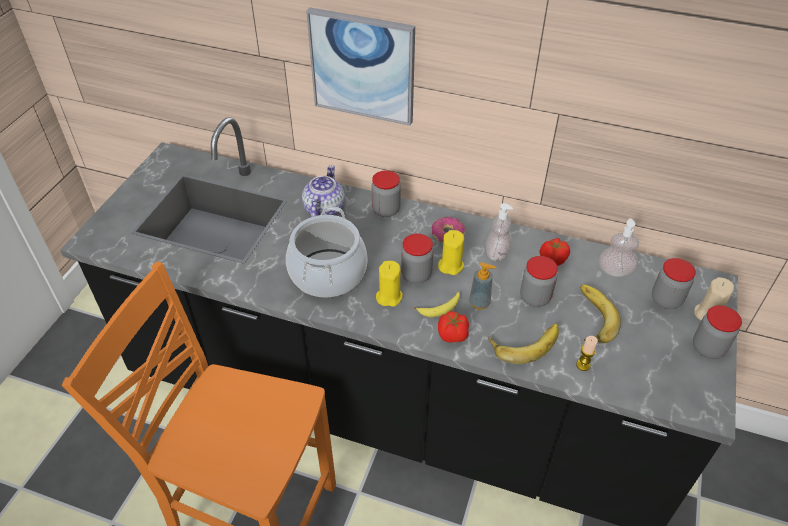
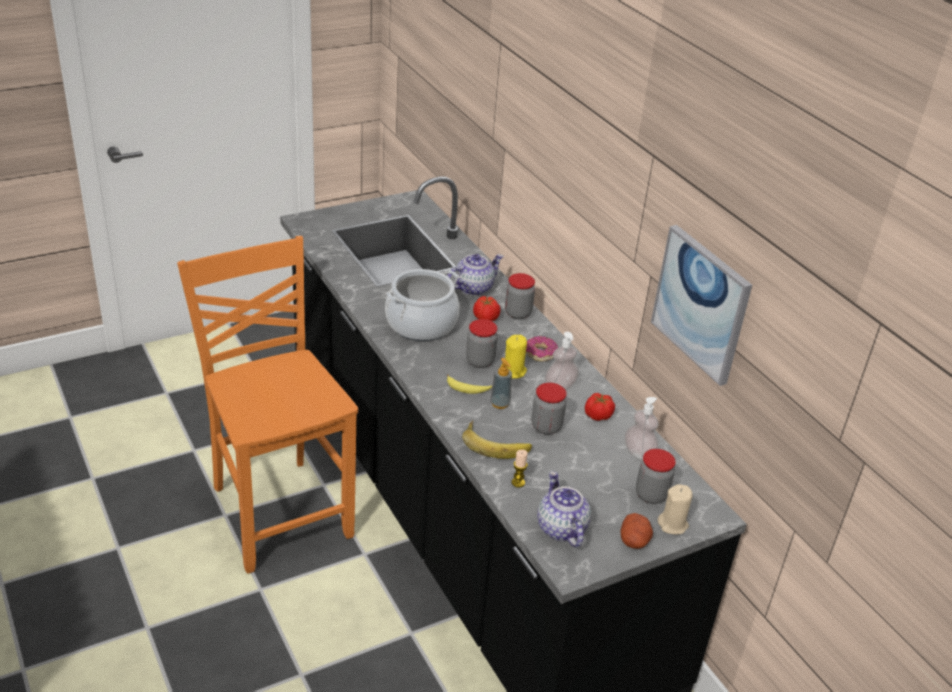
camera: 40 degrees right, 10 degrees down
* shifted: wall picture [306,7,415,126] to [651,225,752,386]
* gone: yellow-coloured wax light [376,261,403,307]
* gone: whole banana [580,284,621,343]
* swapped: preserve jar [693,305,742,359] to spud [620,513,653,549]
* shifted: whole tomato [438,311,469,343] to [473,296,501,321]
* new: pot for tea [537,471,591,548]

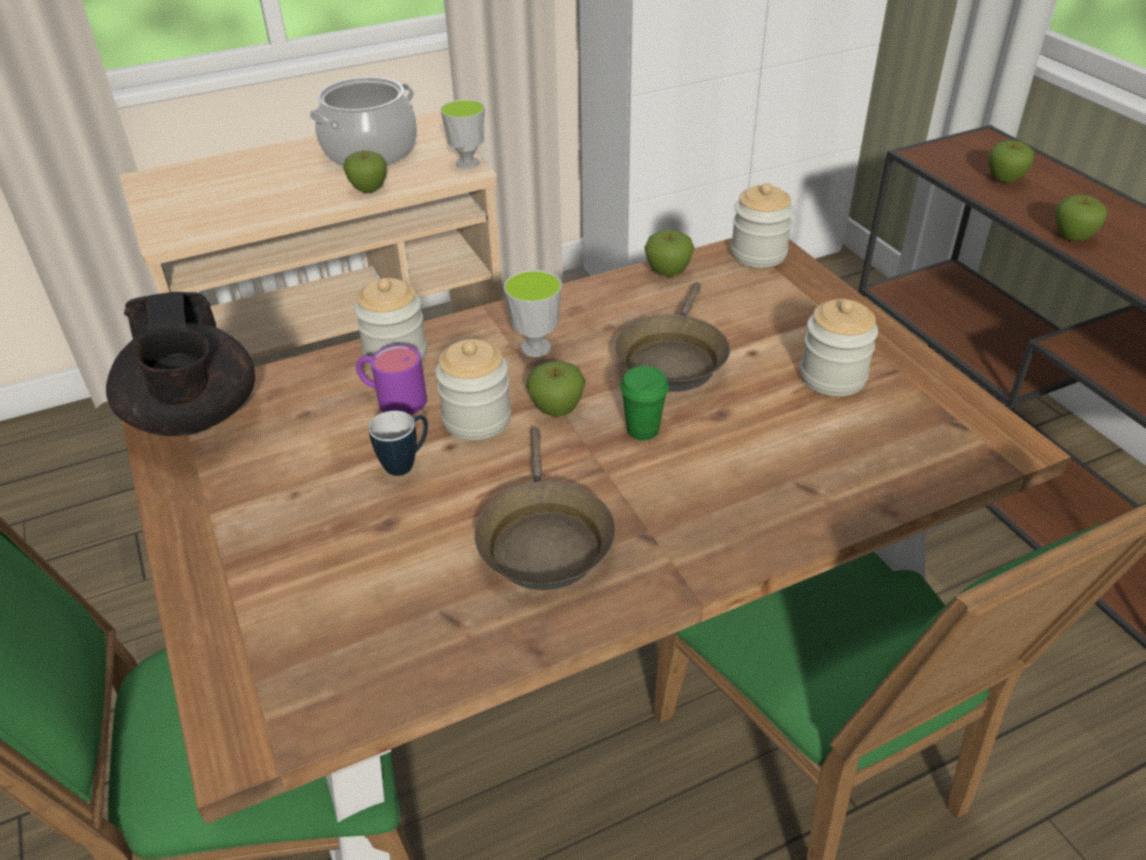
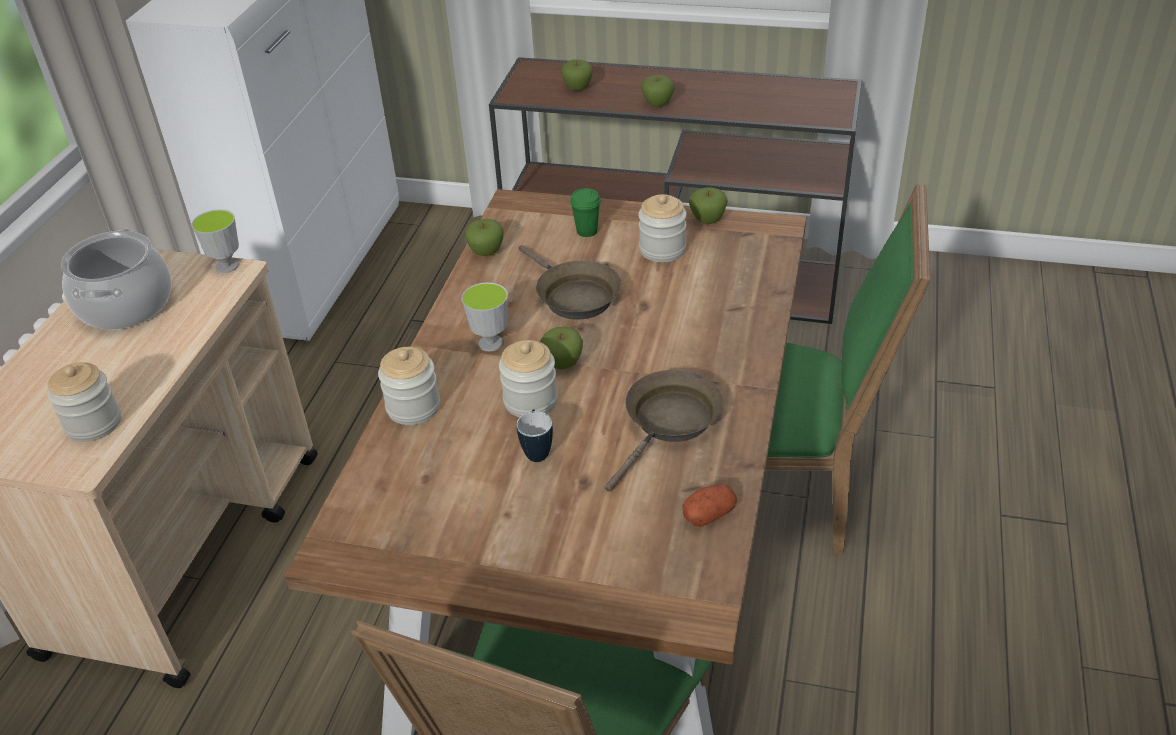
camera: 50 degrees left, 0 degrees up
* shifted: apple fruit [343,151,387,193] to [689,187,728,224]
* shifted: preserve jar [731,183,794,268] to [47,362,121,442]
* gone: blackish pot for tea [106,292,255,436]
* gone: purplish mug [356,345,427,415]
* shifted: green cup [620,366,669,440] to [570,188,601,237]
* rotated: brown pan [474,427,616,590] = [605,370,723,492] 90 degrees counterclockwise
* new: spud [682,484,737,527]

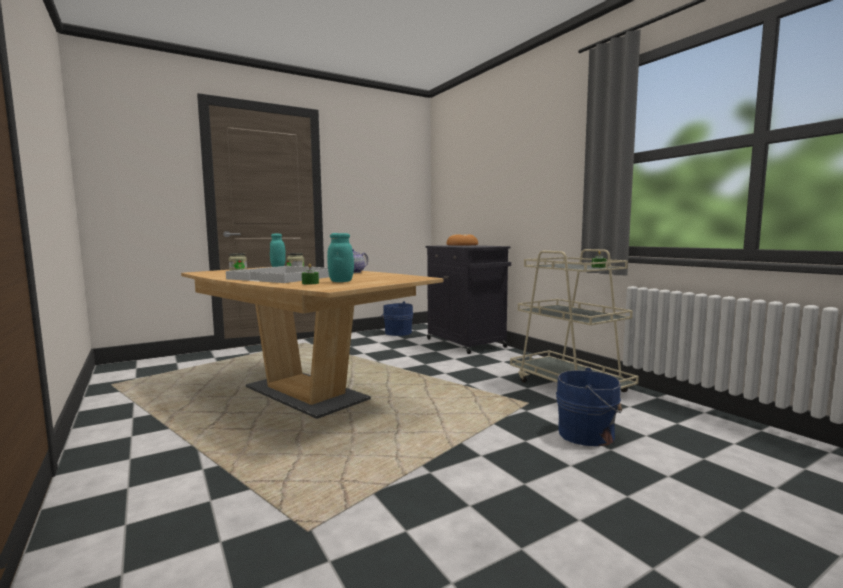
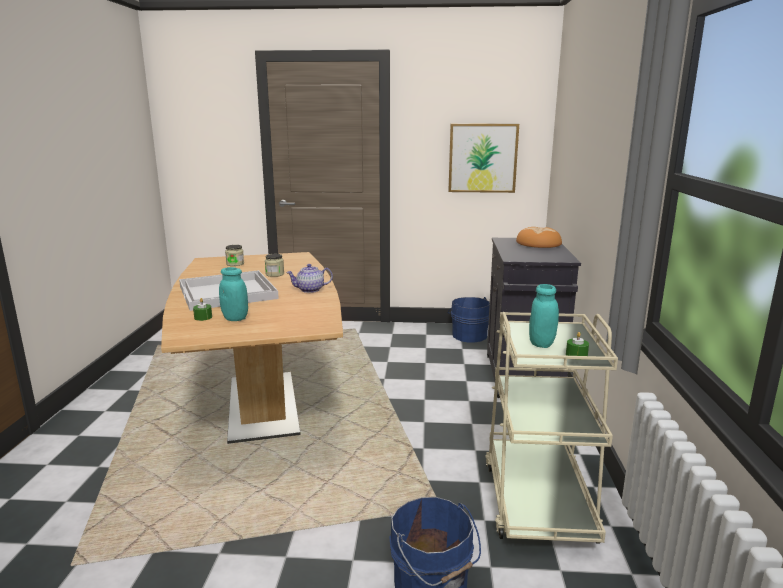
camera: 35 degrees right, 10 degrees up
* shifted: turquoise preserve jar [270,234,286,267] to [529,284,559,348]
* new: wall picture [448,124,519,193]

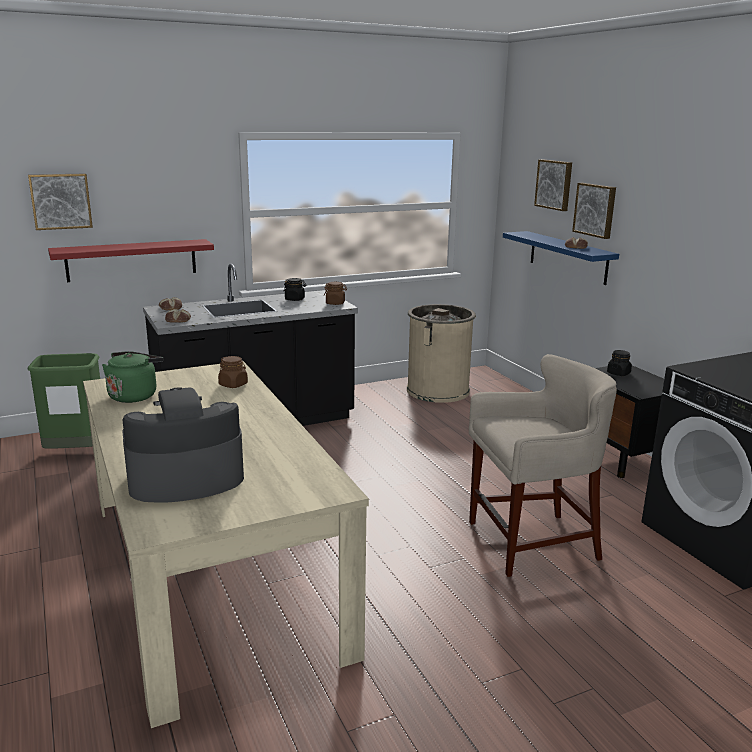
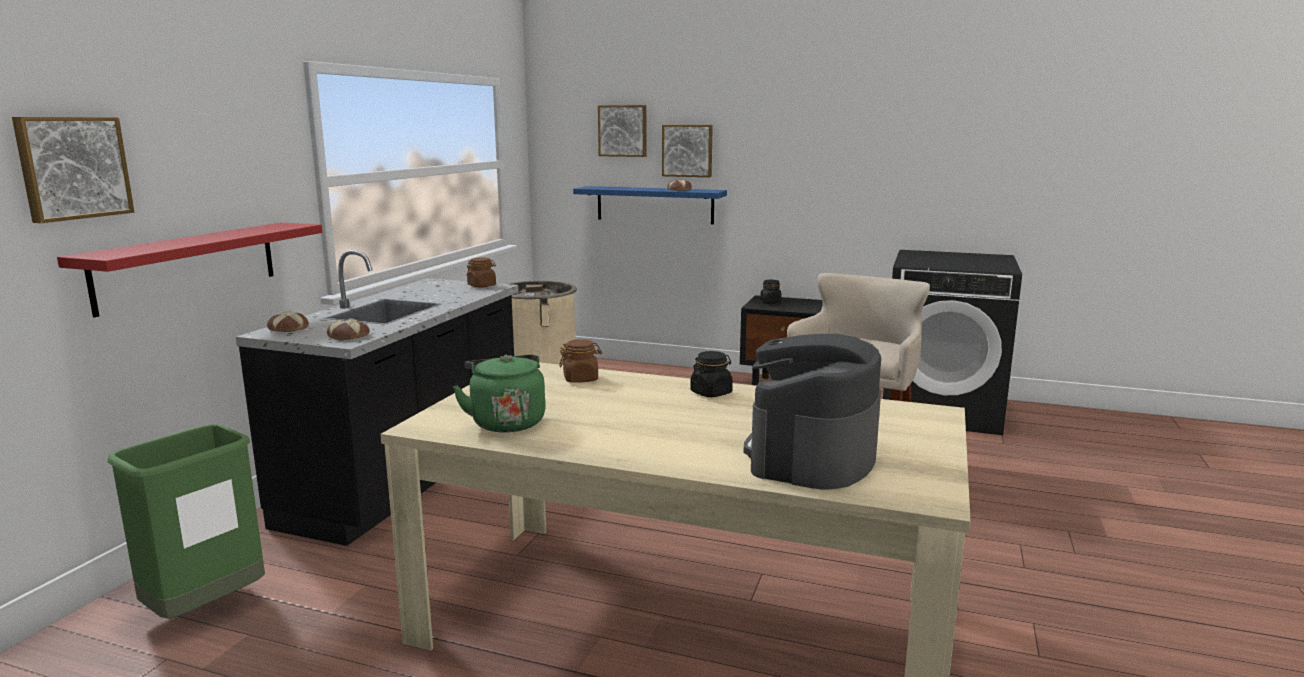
camera: 45 degrees left, 5 degrees down
* shifted: blackish preserve jar [283,278,306,301] to [690,351,733,397]

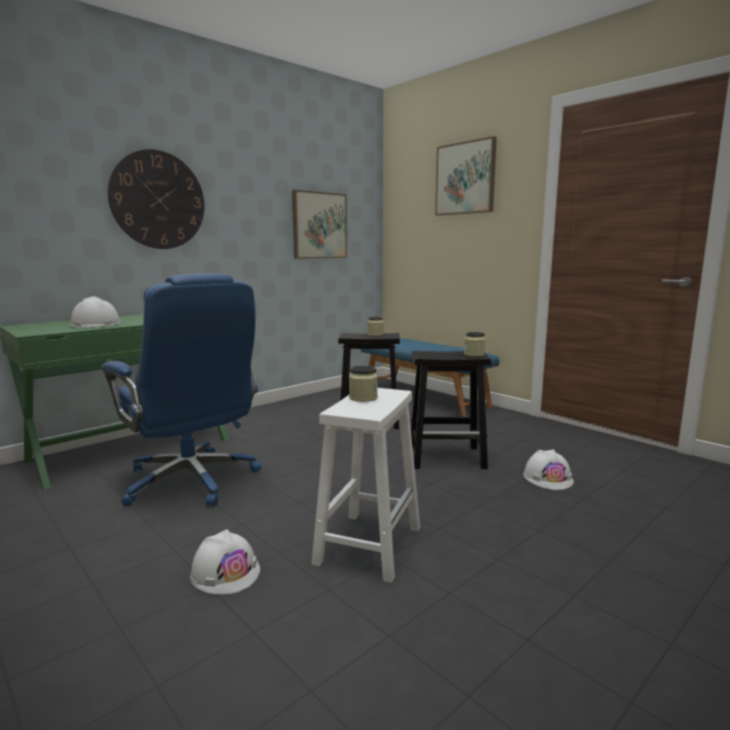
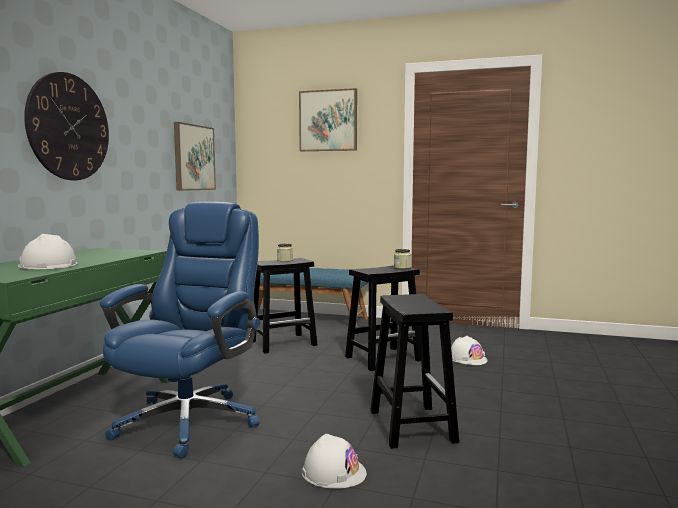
camera: 30 degrees left, 5 degrees down
* rotated: bluish office chair [101,273,261,507] = [100,202,260,458] 90 degrees counterclockwise
* gone: preserve jar [349,366,378,402]
* repainted: white-coloured stool seat [311,388,420,583] to blackish stool seat [370,294,459,449]

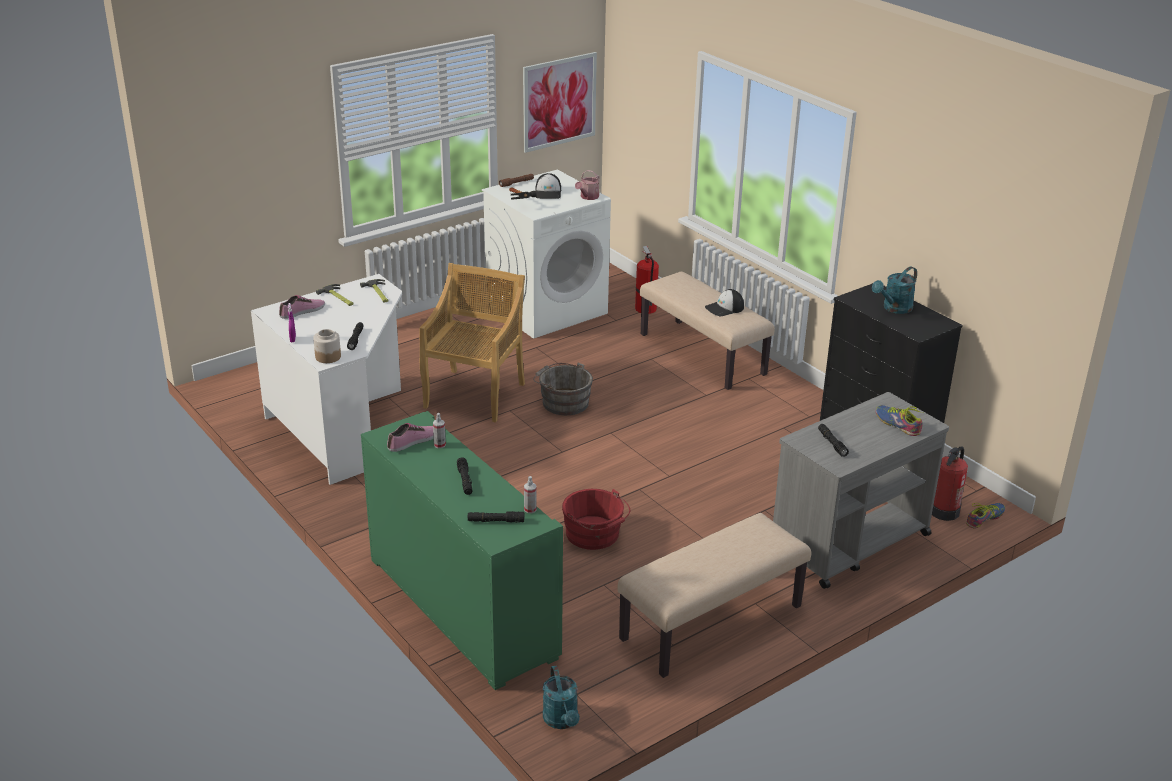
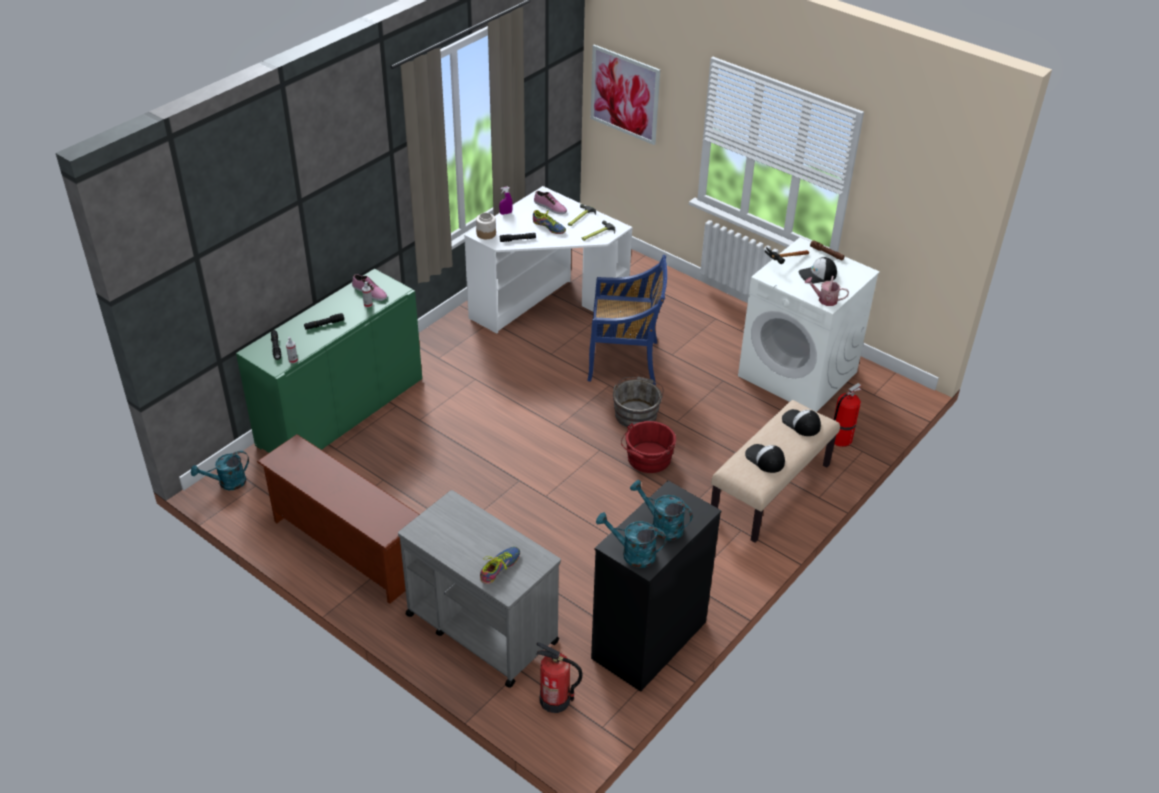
camera: 75 degrees right, 10 degrees up
* shifted: wall picture [523,52,597,153] to [591,45,660,145]
* repainted: sand-coloured chair [419,263,525,423] to bluish chair [587,255,667,385]
* gone: blackish hand torch [818,424,849,457]
* shifted: red-coloured bucket [562,489,630,550] to [621,421,676,473]
* shifted: item of footwear [966,503,1006,528] to [533,210,566,234]
* swapped: sand-coloured indoor bench [618,513,811,678] to brown shoe rack [257,434,420,604]
* new: cap [782,409,821,436]
* new: turquoise watering can [596,512,666,568]

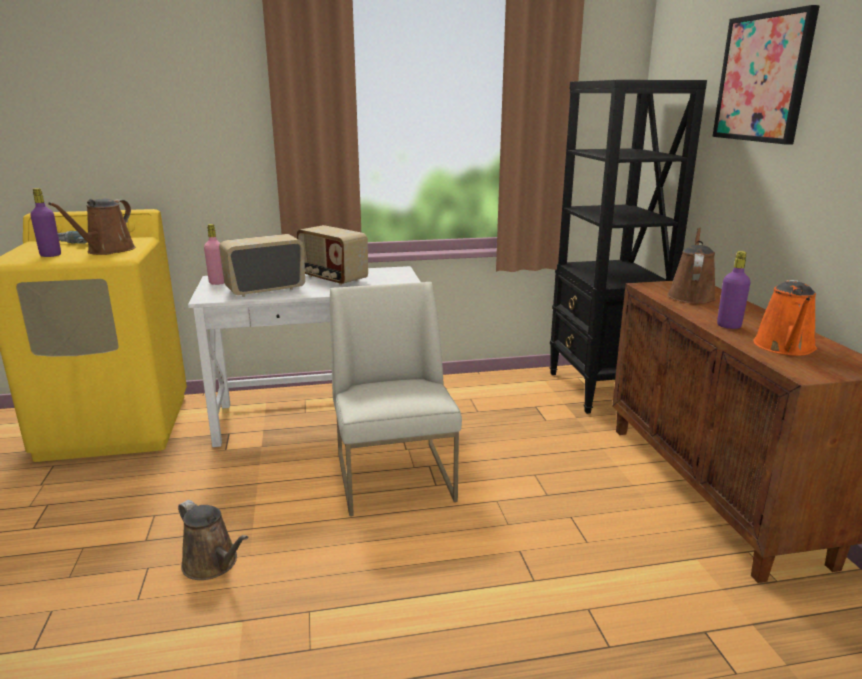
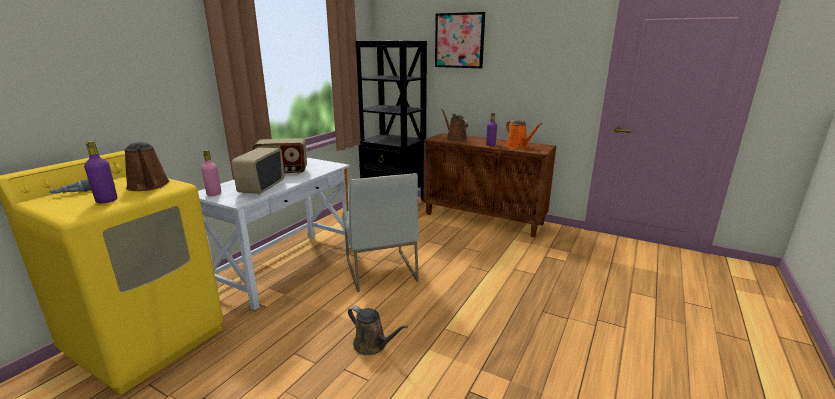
camera: 50 degrees left, 0 degrees up
* rotated: white-coloured chair [330,282,462,516] = [342,173,419,292] 135 degrees counterclockwise
* rotated: brown watering can [178,500,248,580] = [348,306,408,355] 45 degrees clockwise

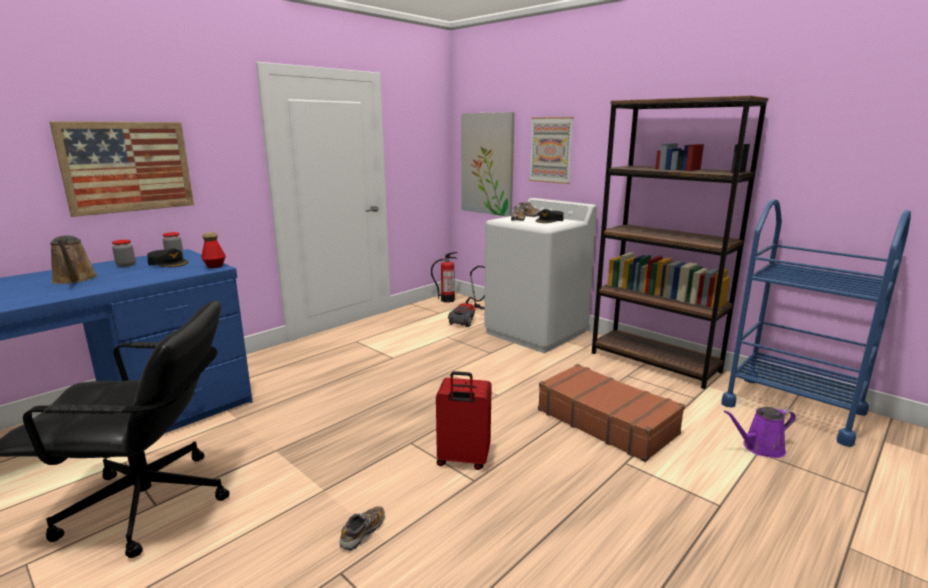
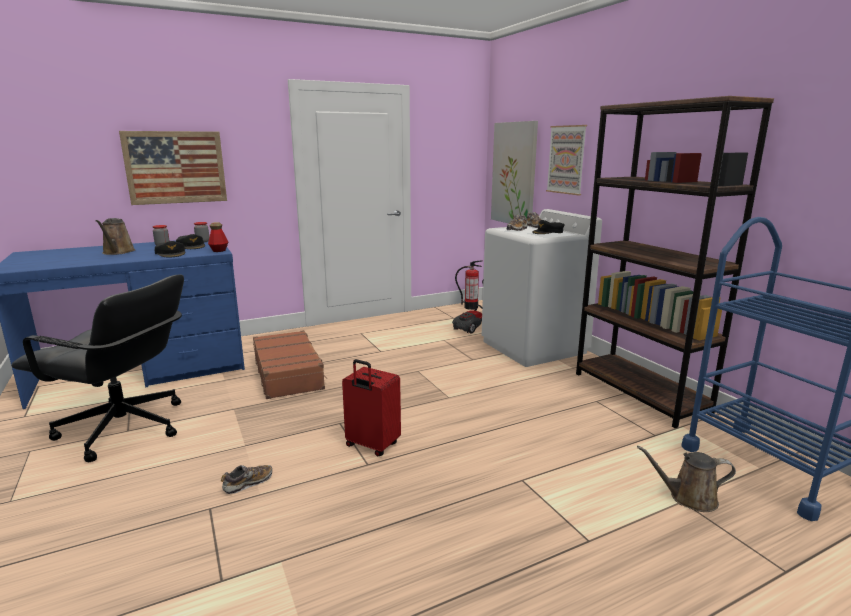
camera: 20 degrees right, 0 degrees up
* shifted: brown travel case [538,364,685,462] to [253,330,326,399]
* repainted: purplish watering can [724,407,796,458] to brown watering can [637,446,736,512]
* new: blackish cap [154,241,185,257]

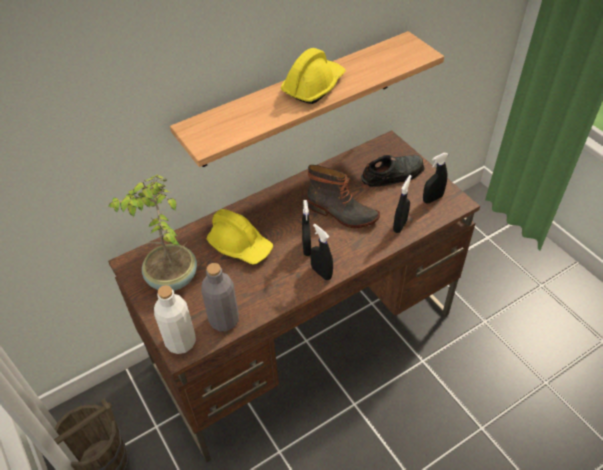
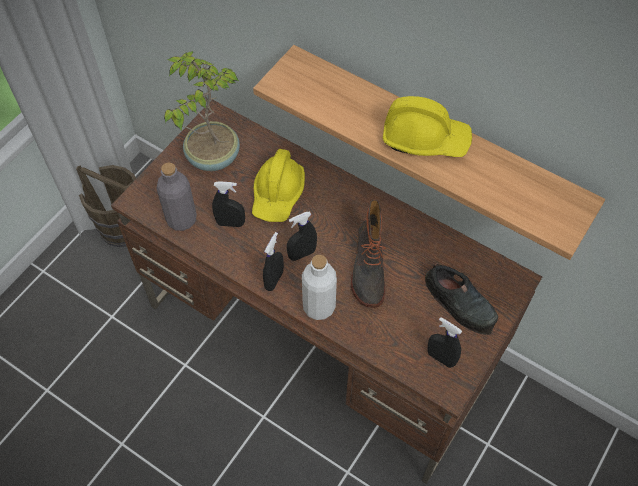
camera: 65 degrees right, 10 degrees up
* shifted: blackish sprayer [393,175,412,233] to [212,181,245,227]
* shifted: white-coloured beverage bottle [154,285,196,354] to [302,255,337,320]

